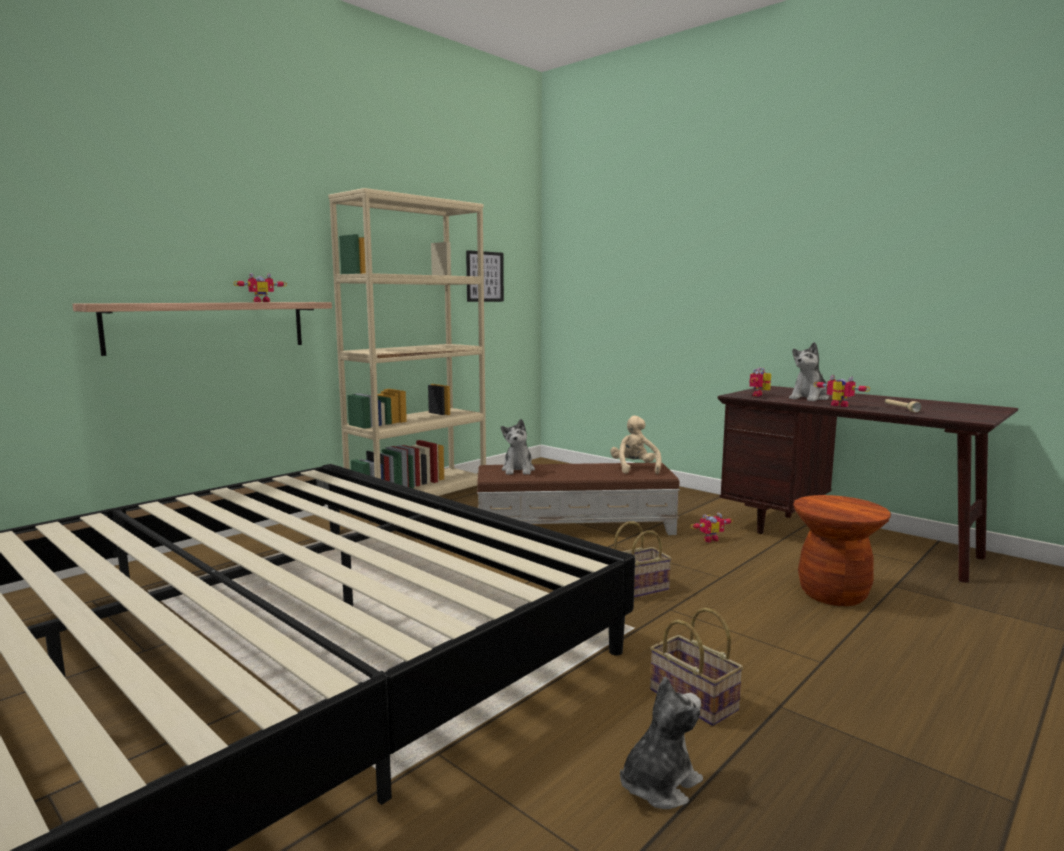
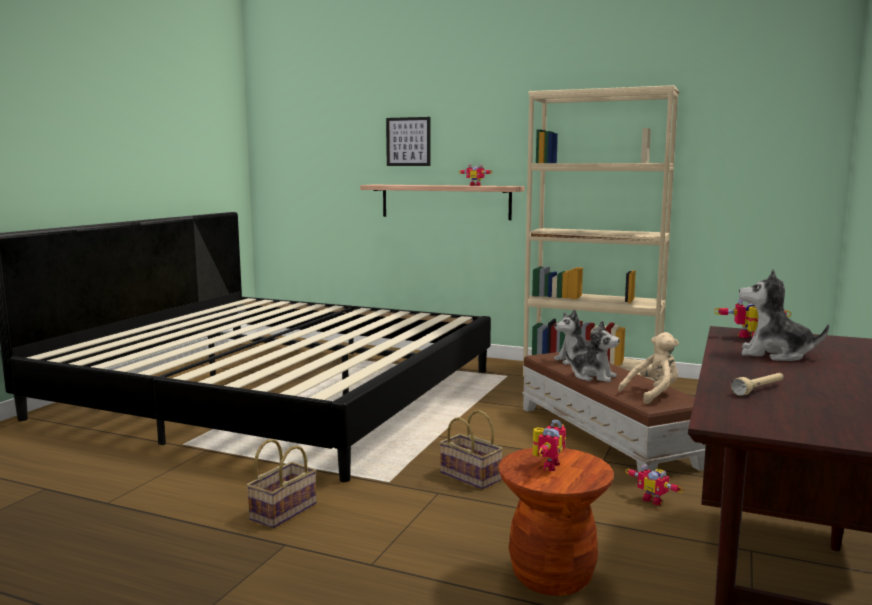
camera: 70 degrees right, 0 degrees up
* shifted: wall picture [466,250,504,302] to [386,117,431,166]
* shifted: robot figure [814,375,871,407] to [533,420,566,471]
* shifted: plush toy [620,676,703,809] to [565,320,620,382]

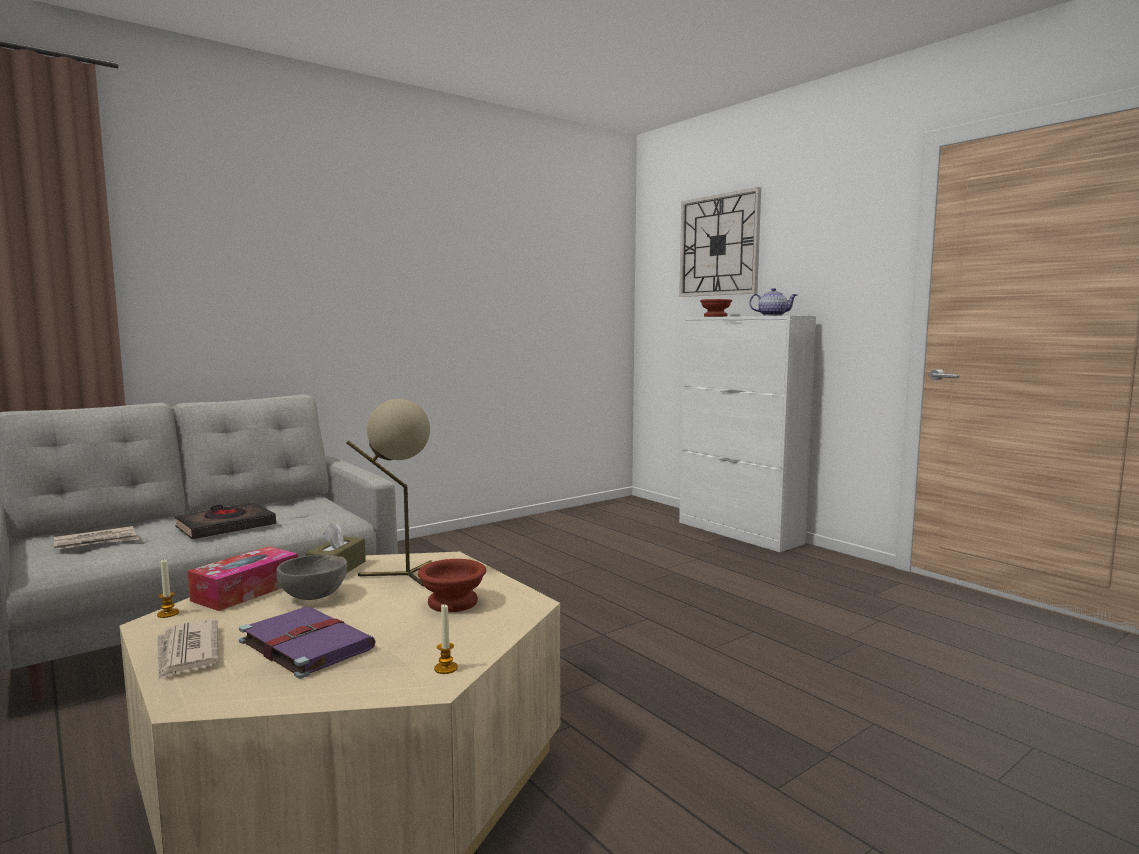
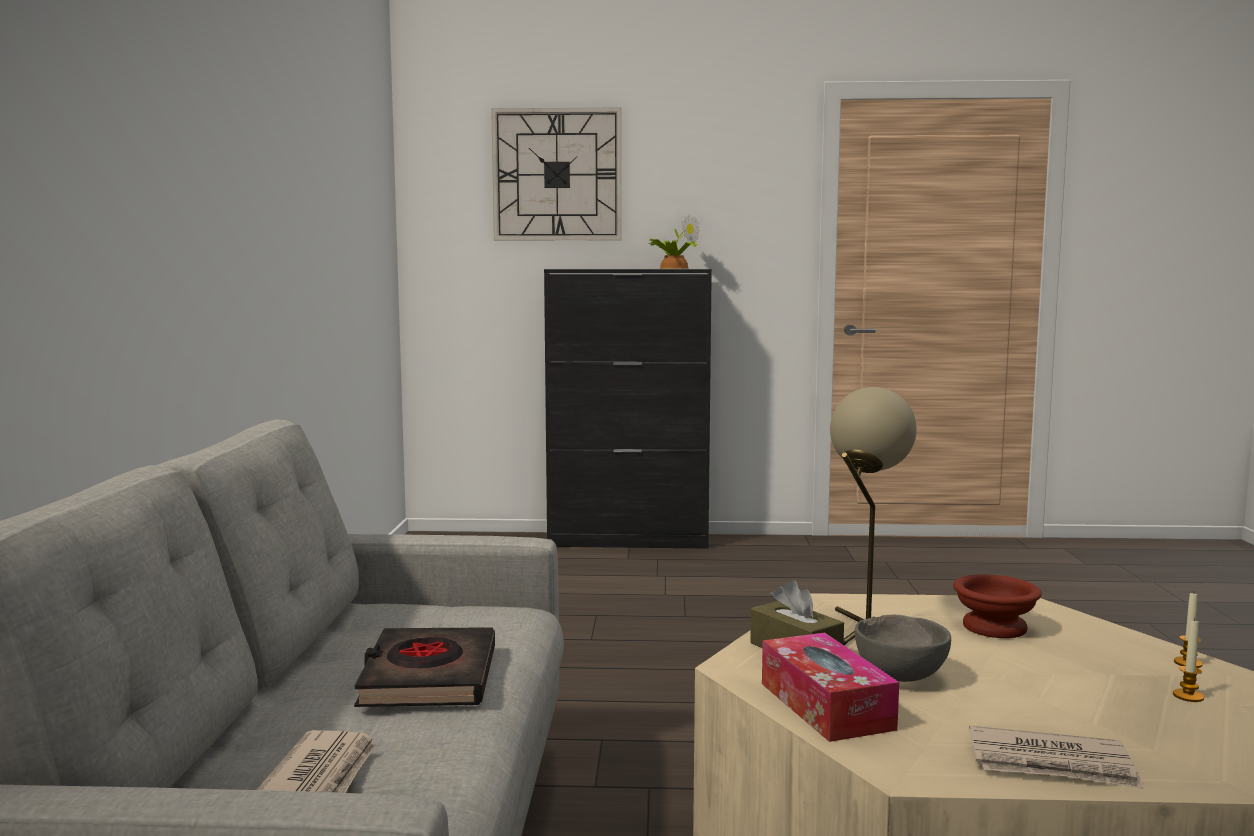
camera: 50 degrees left, 0 degrees up
* swapped: pot for tea [749,288,797,316] to houseplant [648,213,700,269]
* gone: brown serving bowl [700,299,732,317]
* repainted: white-coloured cupboard [679,316,816,552] to blackish cupboard [544,269,712,549]
* shifted: wax light [157,560,179,618] to [1173,618,1204,702]
* gone: purplish volume [239,607,376,679]

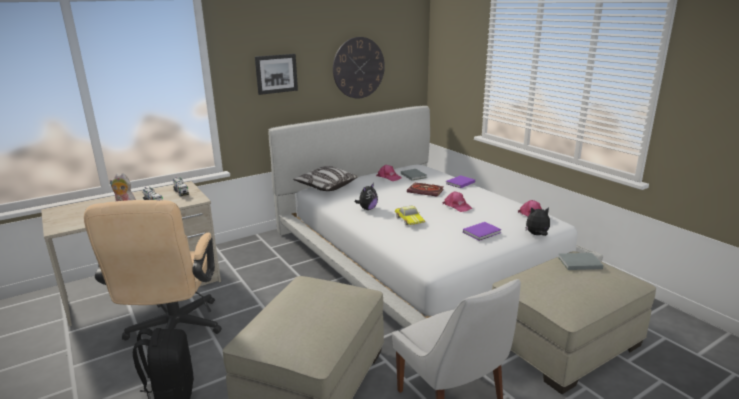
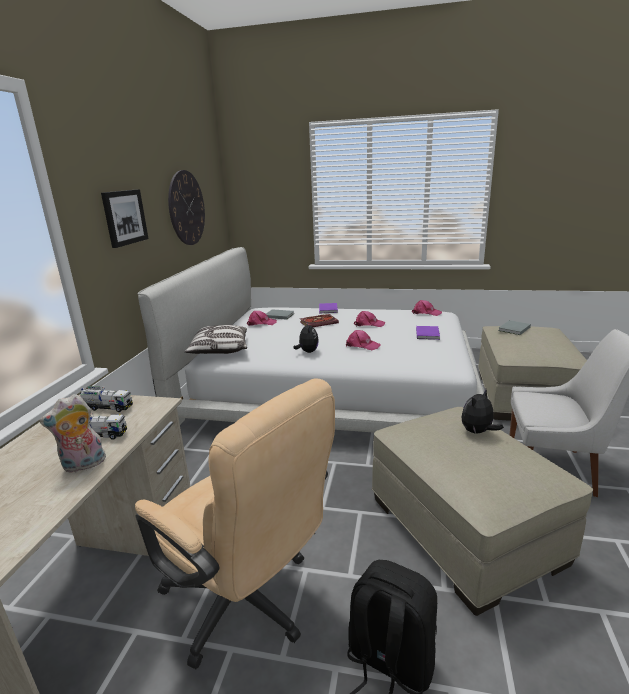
camera: 45 degrees left, 0 degrees up
* swapped: toy car [395,205,425,225] to pinkish cap [346,330,381,350]
* shifted: plush toy [525,207,550,236] to [462,389,504,434]

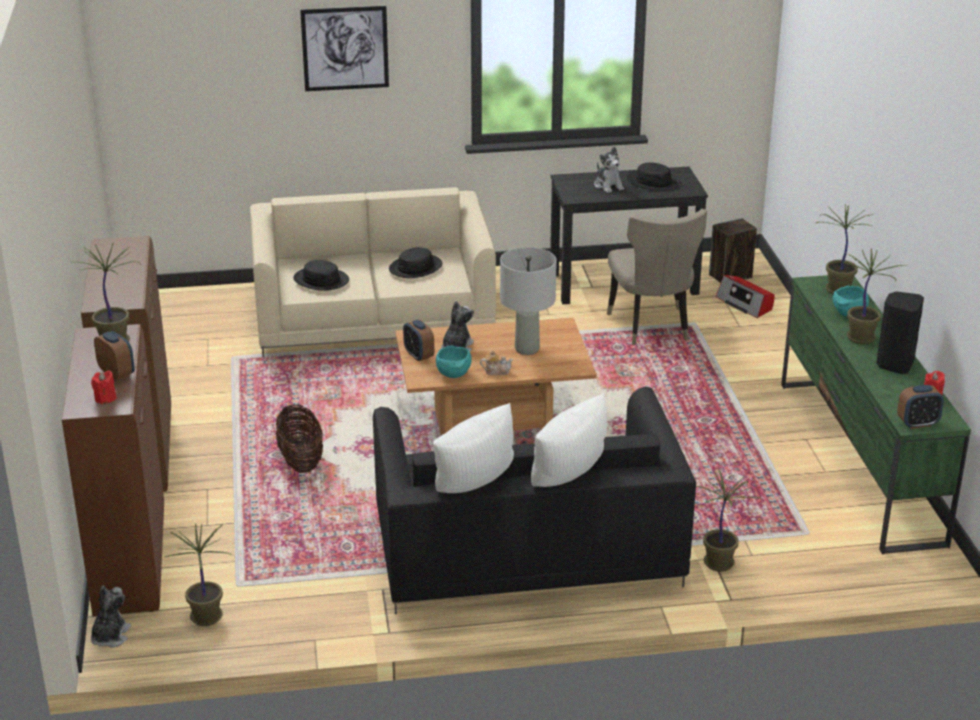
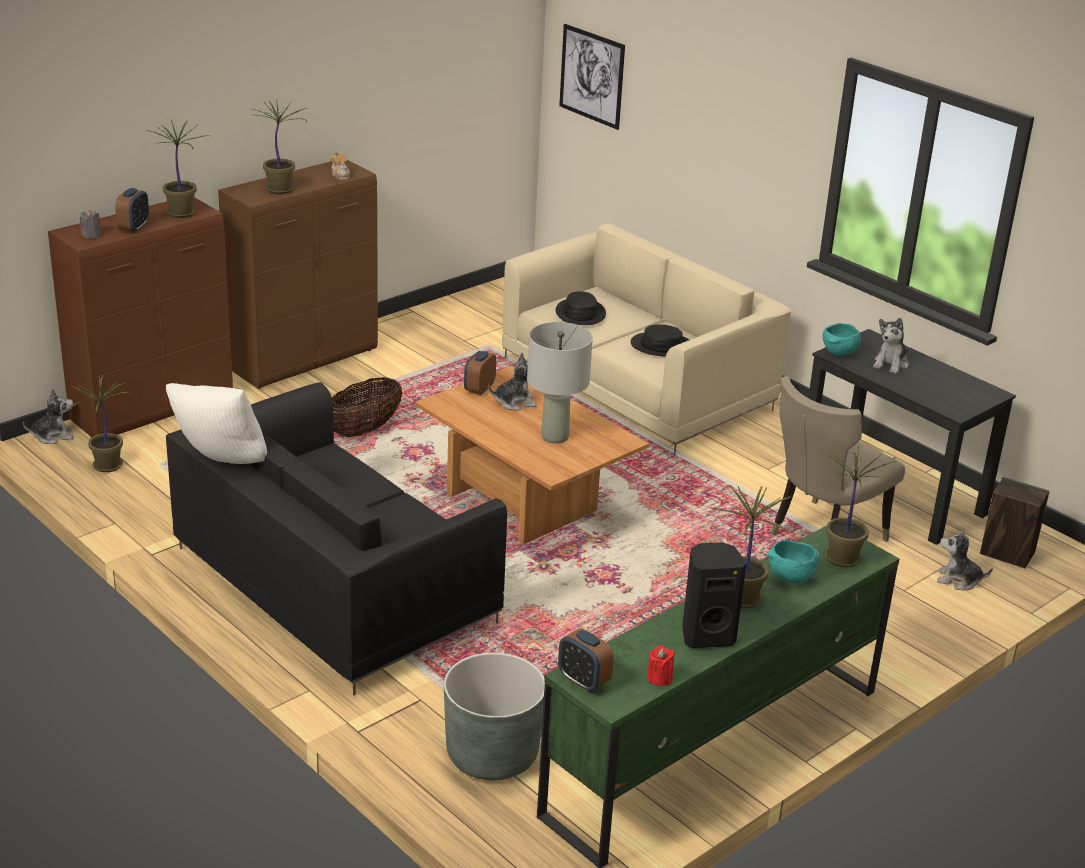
camera: 55 degrees right, 0 degrees up
* shifted: wall picture [300,6,389,91] to [559,24,625,130]
* gone: blackish hat [627,163,681,190]
* swapped: radio receiver [716,275,775,318] to plush toy [937,529,993,590]
* shifted: turquoise serving bowl [436,346,472,378] to [822,323,860,356]
* shifted: pot for tea [480,350,513,375] to [331,151,350,180]
* repainted: red-coloured wax light [91,370,117,404] to greyish wax light [80,210,101,239]
* gone: white-coloured throw pillow [531,393,607,487]
* shifted: houseplant [696,470,760,572] to [252,101,308,194]
* new: greyish plant pot [444,652,545,780]

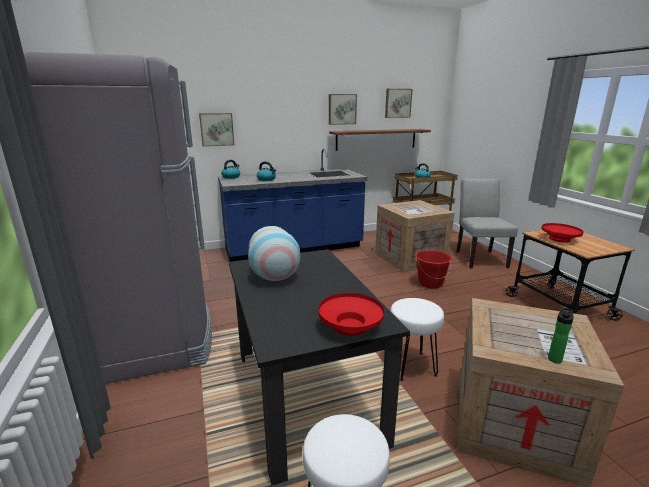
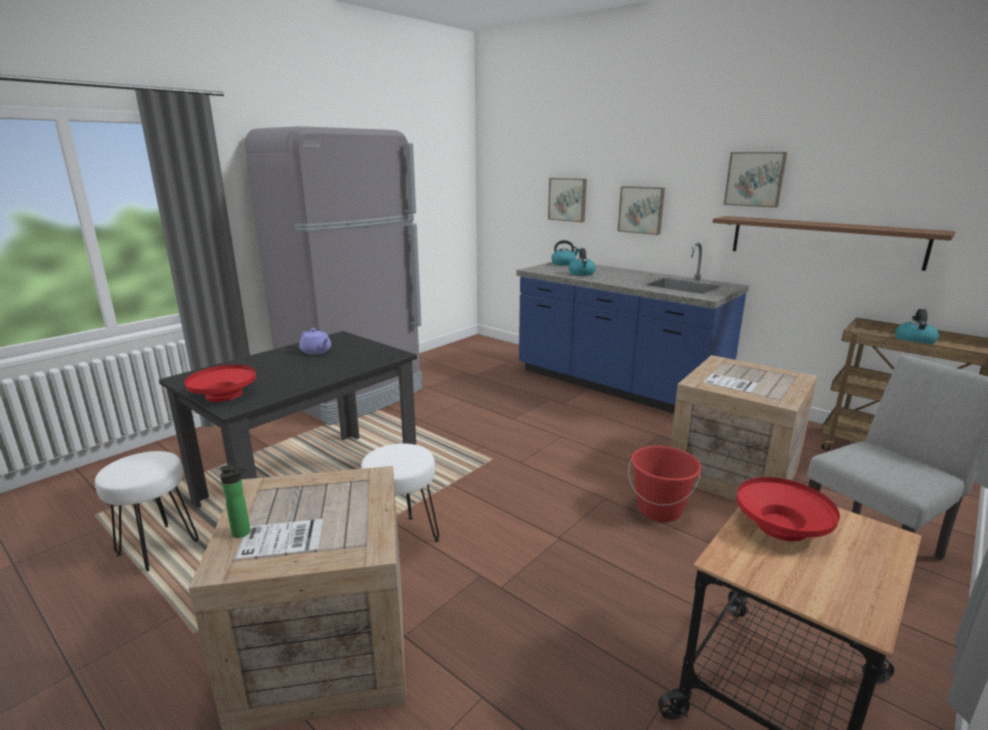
camera: 60 degrees right, 0 degrees up
* shifted: wall picture [385,89,413,118] to [618,186,665,235]
* swapped: flower vase [248,226,300,281] to purplish pot for tea [299,328,331,355]

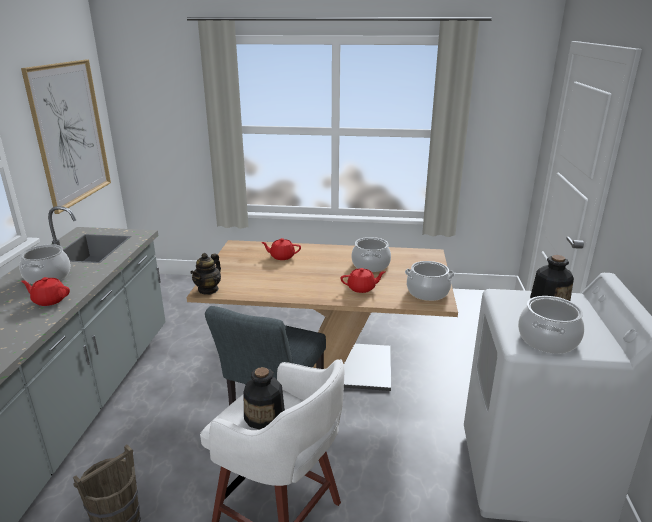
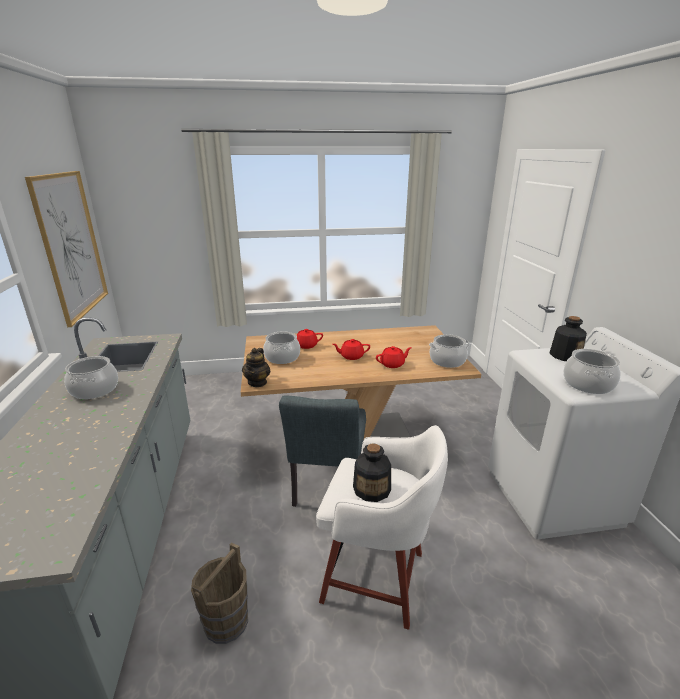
camera: 15 degrees left, 0 degrees up
* shifted: cooking pot [352,237,391,272] to [263,331,300,364]
* shifted: red-coloured pot for tea [21,277,70,306] to [333,339,370,360]

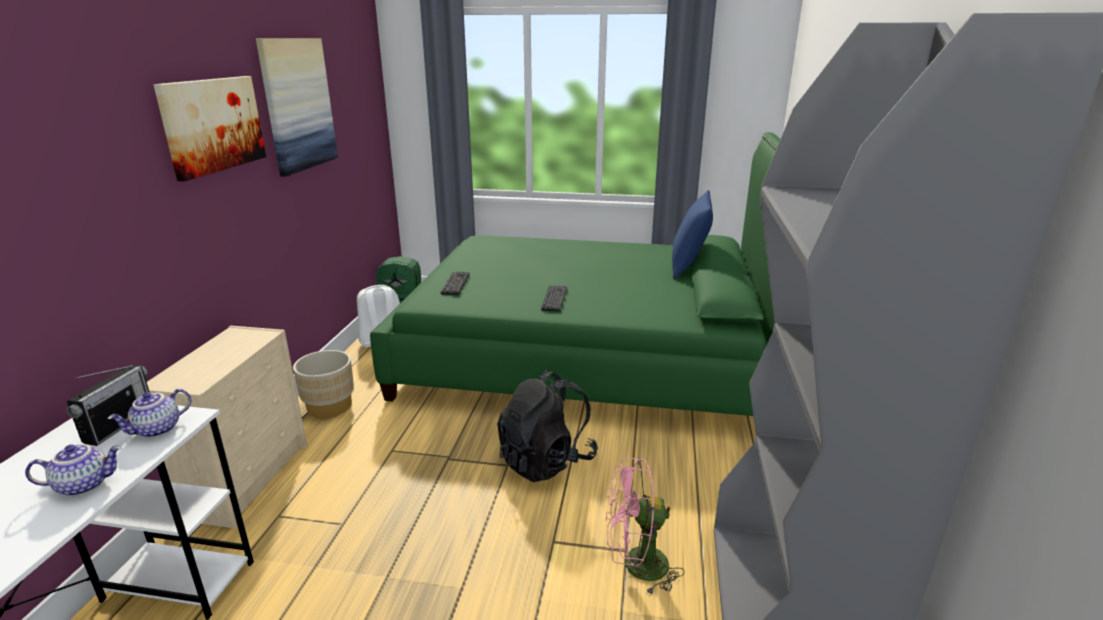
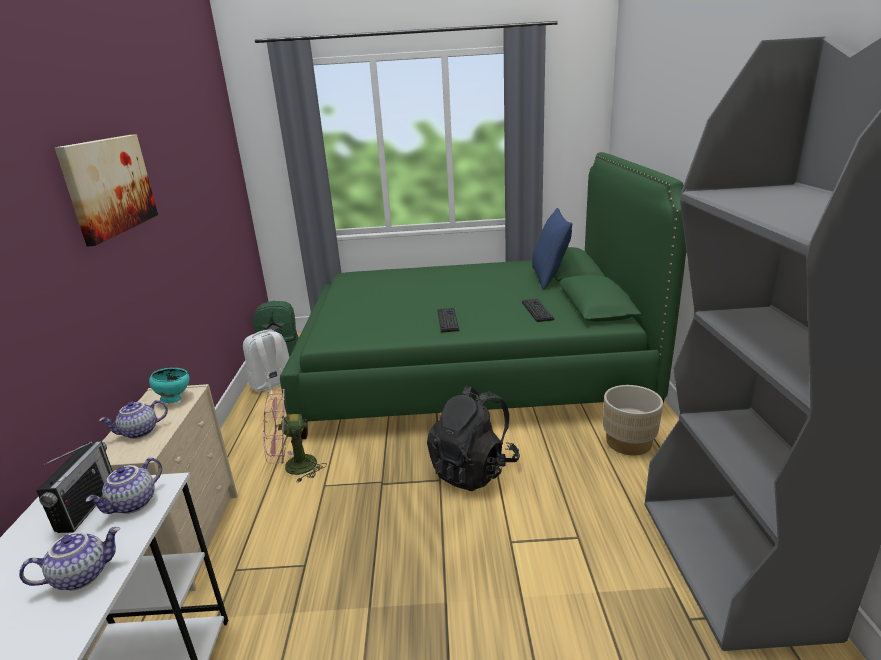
camera: 10 degrees left, 0 degrees up
* gone: wall picture [256,38,338,177]
* shifted: computer keyboard [441,272,470,295] to [522,298,554,322]
* shifted: sand-coloured plant pot [293,350,354,418] to [603,385,663,455]
* shifted: pinkish cooling fan [605,457,685,596] to [263,389,327,483]
* new: turquoise serving bowl [149,368,189,403]
* new: pot for tea [99,400,168,439]

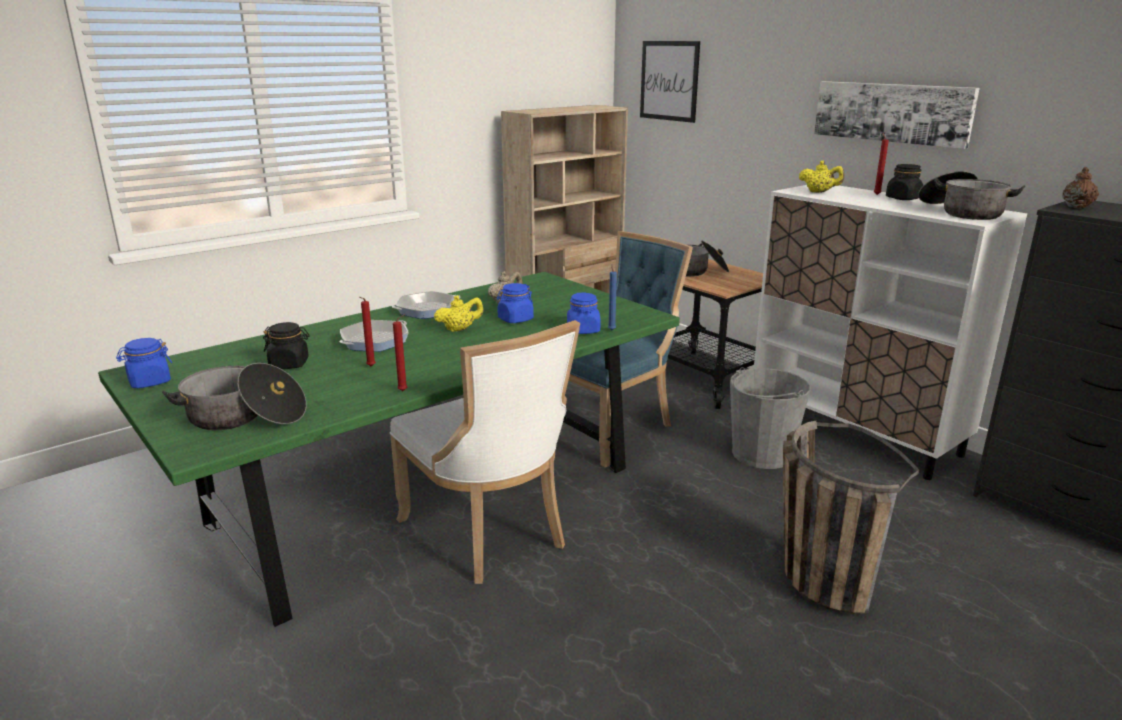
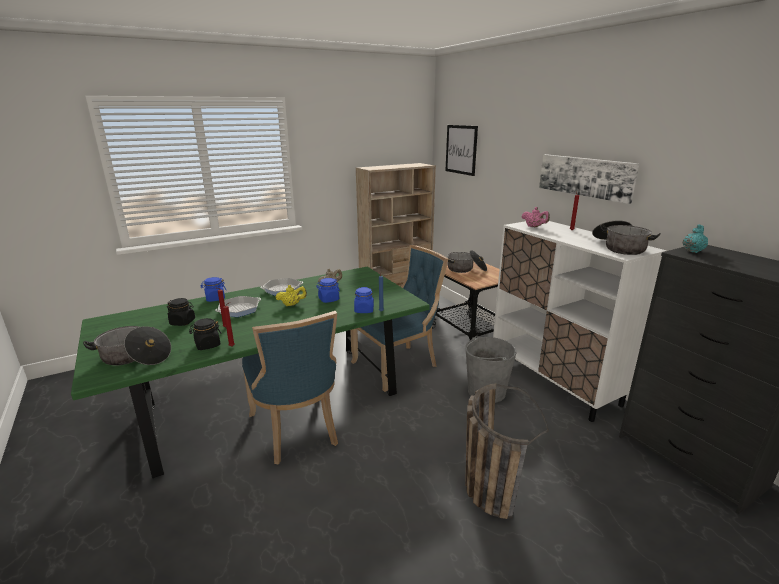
camera: 10 degrees right, 0 degrees up
* repainted: yellow-coloured pot for tea [799,161,845,193] to pinkish pot for tea [521,207,550,227]
* shifted: blackish preserve jar [886,164,923,200] to [189,318,222,350]
* repainted: brown pot for tea [1062,167,1099,209] to turquoise pot for tea [683,224,708,253]
* repainted: white-coloured chair [390,320,580,584] to bluish chair [242,311,338,465]
* shifted: bluish preserve jar [116,338,172,388] to [201,277,226,302]

